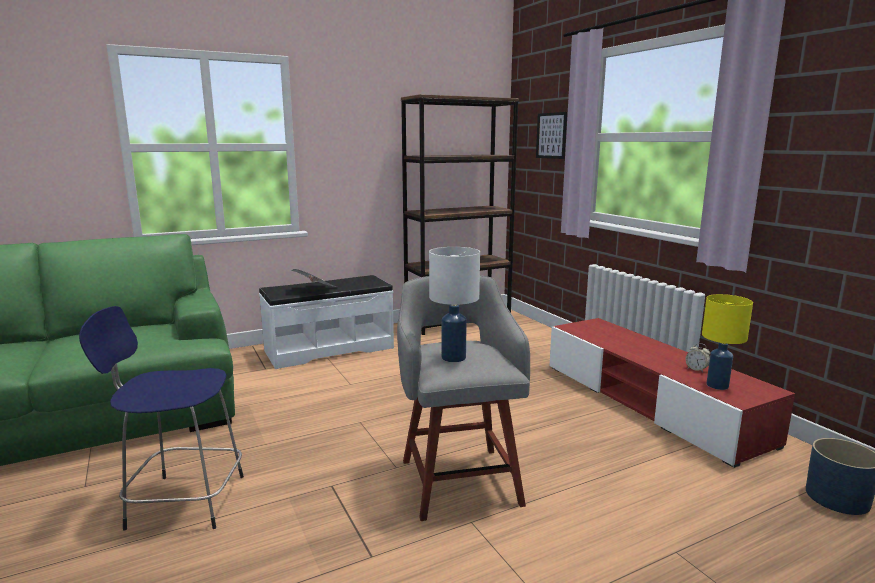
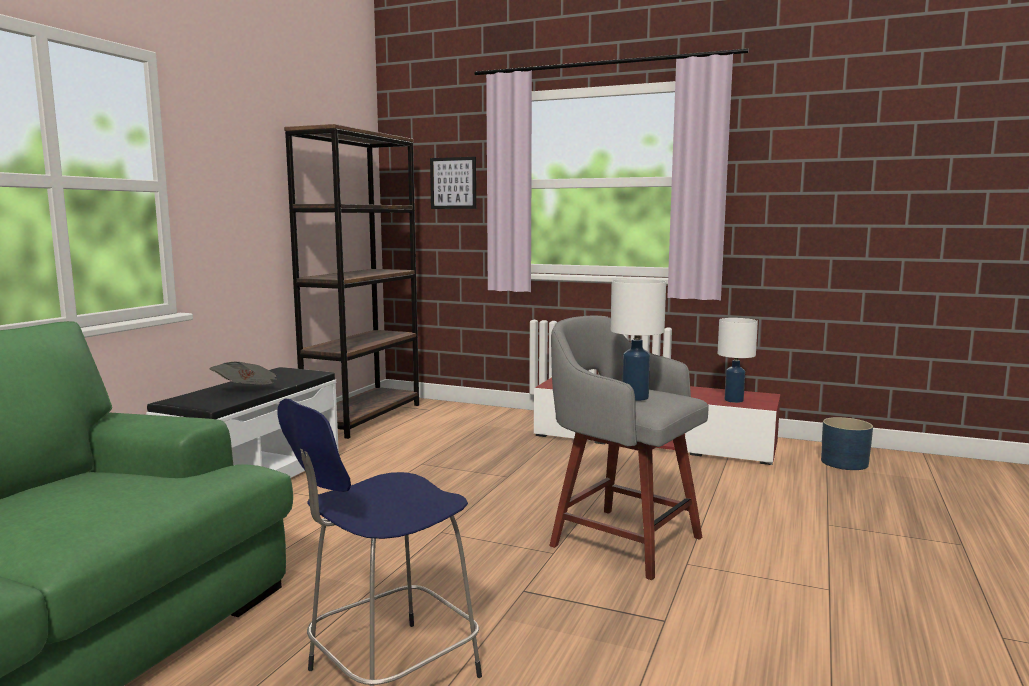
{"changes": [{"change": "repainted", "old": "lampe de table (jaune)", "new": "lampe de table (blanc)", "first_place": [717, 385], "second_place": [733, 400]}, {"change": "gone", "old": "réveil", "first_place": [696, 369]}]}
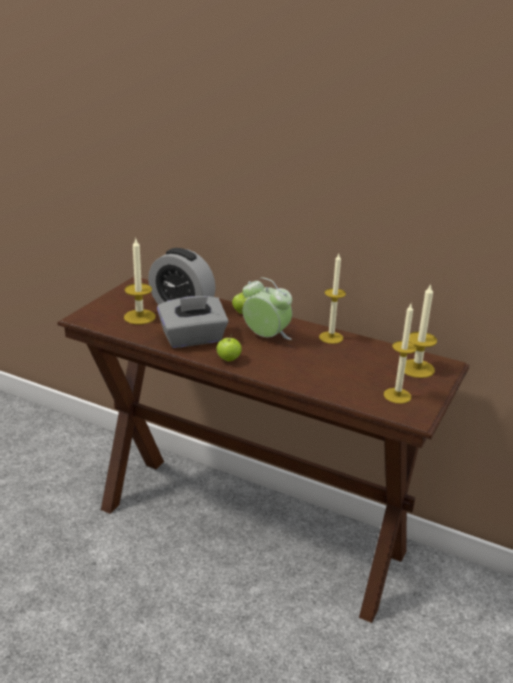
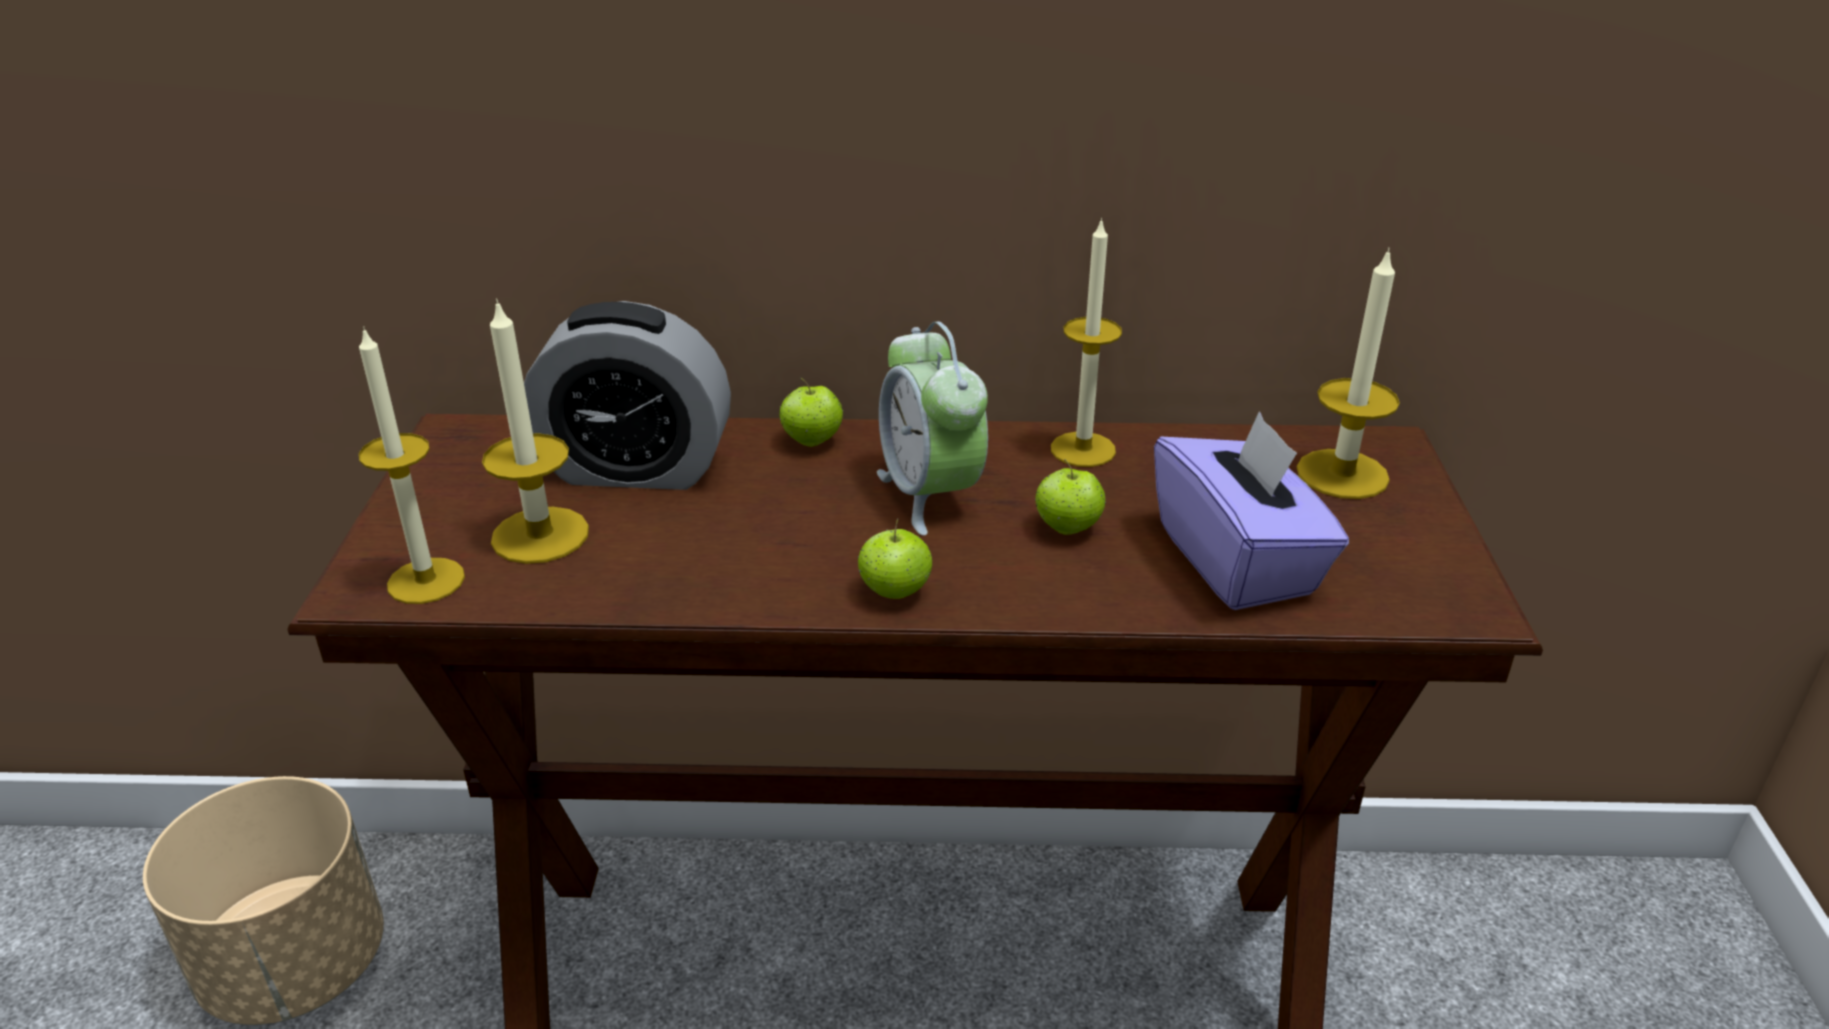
{"changes": [{"change": "new", "new": "cache-pot (beige)", "second_place": [293, 964]}, {"change": "shifted", "old": "bougie", "first_place": [397, 395], "second_place": [426, 581]}, {"change": "rotated", "old": "réveil", "first_place": [266, 337], "second_place": [931, 495], "degrees": -120}, {"change": "new", "new": "pomme", "second_place": [1068, 529]}, {"change": "new", "new": "boîte à mouchoirs (violet)", "second_place": [1238, 561]}, {"change": "gone", "old": "boîte à mouchoirs (gris)", "first_place": [193, 339]}]}
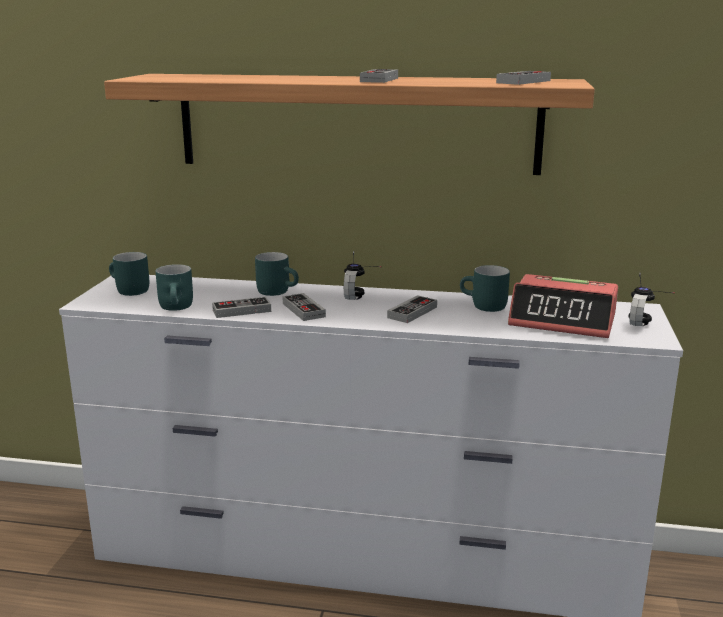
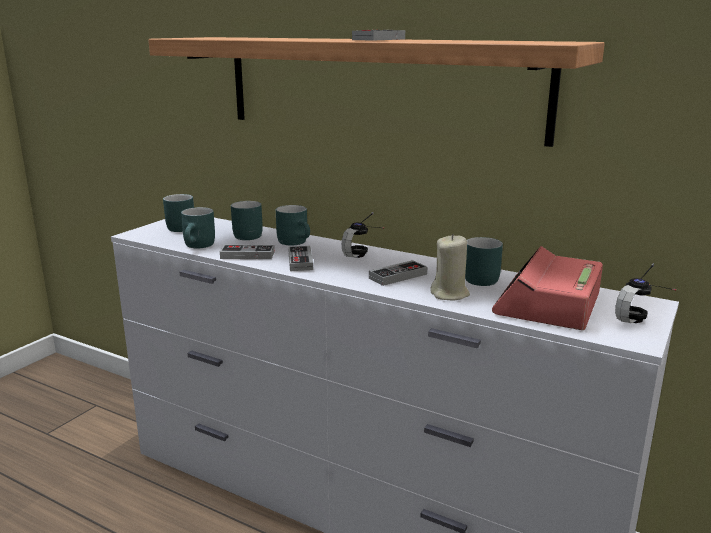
{"changes": [{"change": "new", "new": "mug (turquoise)", "second_place": [248, 235]}, {"change": "new", "new": "bougie (beige)", "second_place": [450, 294]}, {"change": "rotated", "old": "réveil", "first_place": [563, 320], "second_place": [547, 304], "degrees": 75}, {"change": "gone", "old": "manette", "first_place": [523, 82]}]}
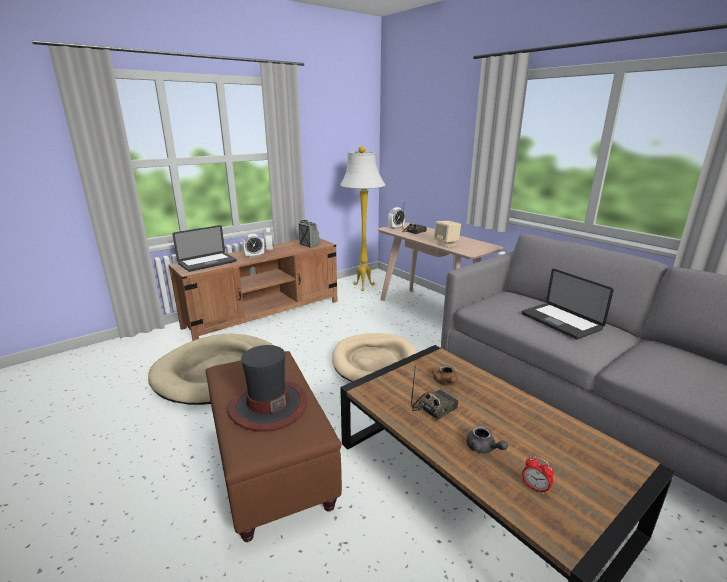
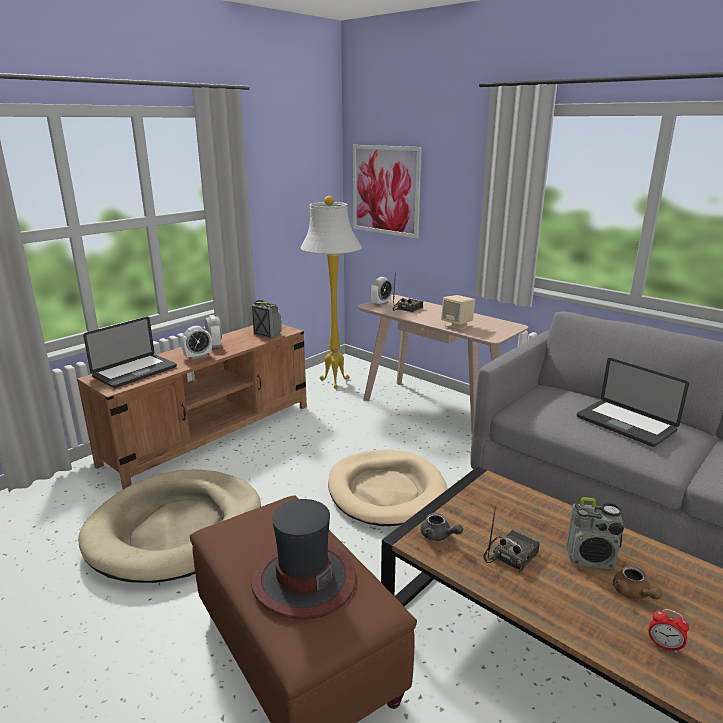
{"changes": [{"change": "new", "new": "tableau", "second_place": [385, 190]}, {"change": "shifted", "old": "théière (gris)", "first_place": [483, 448], "second_place": [439, 536]}, {"change": "new", "new": "radio", "second_place": [591, 558]}, {"change": "shifted", "old": "théière (marron)", "first_place": [446, 383], "second_place": [633, 593]}]}
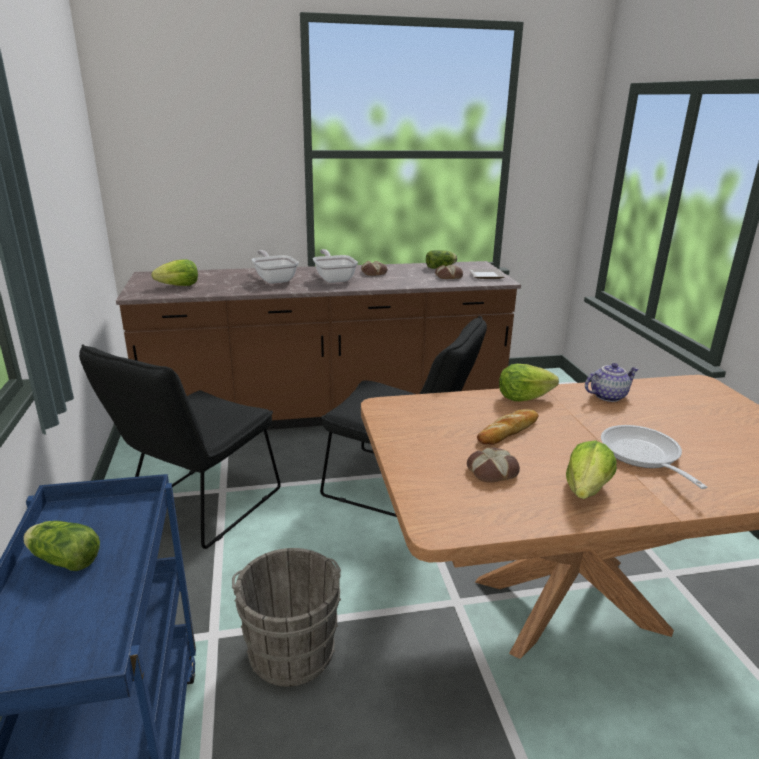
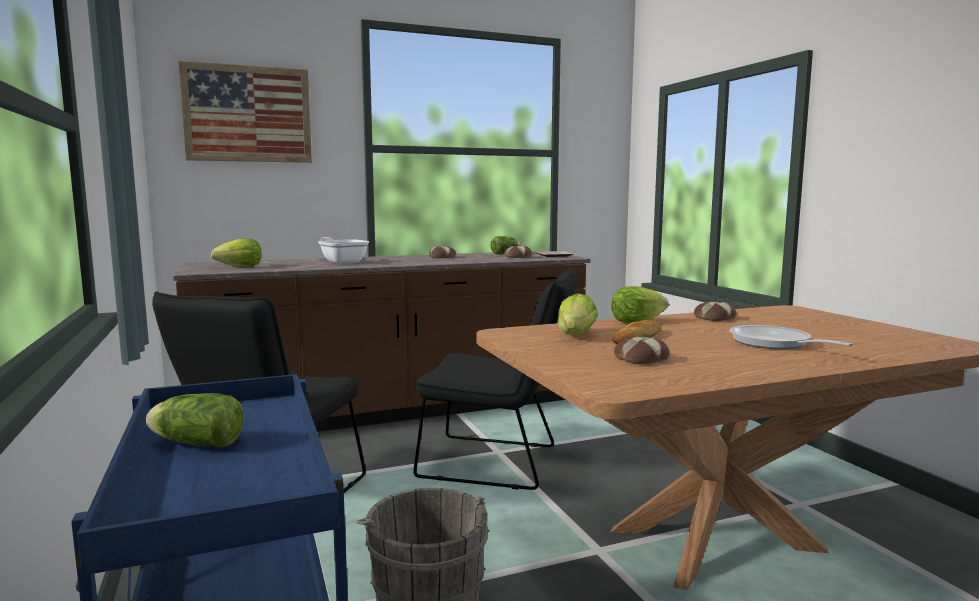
{"changes": [{"change": "new", "new": "tableau", "second_place": [248, 114]}, {"change": "shifted", "old": "laitue", "first_place": [586, 490], "second_place": [576, 335]}, {"change": "swapped", "old": "théière", "new": "pain", "first_place": [607, 396], "second_place": [714, 318]}, {"change": "gone", "old": "poêle", "first_place": [334, 278]}]}
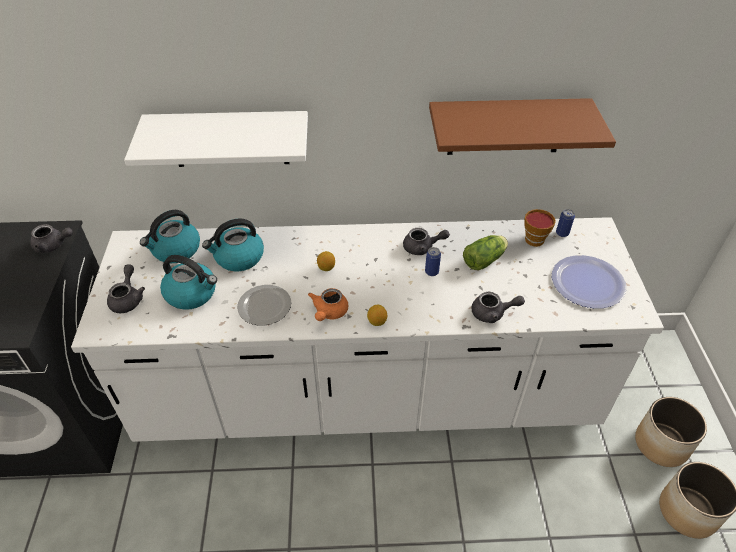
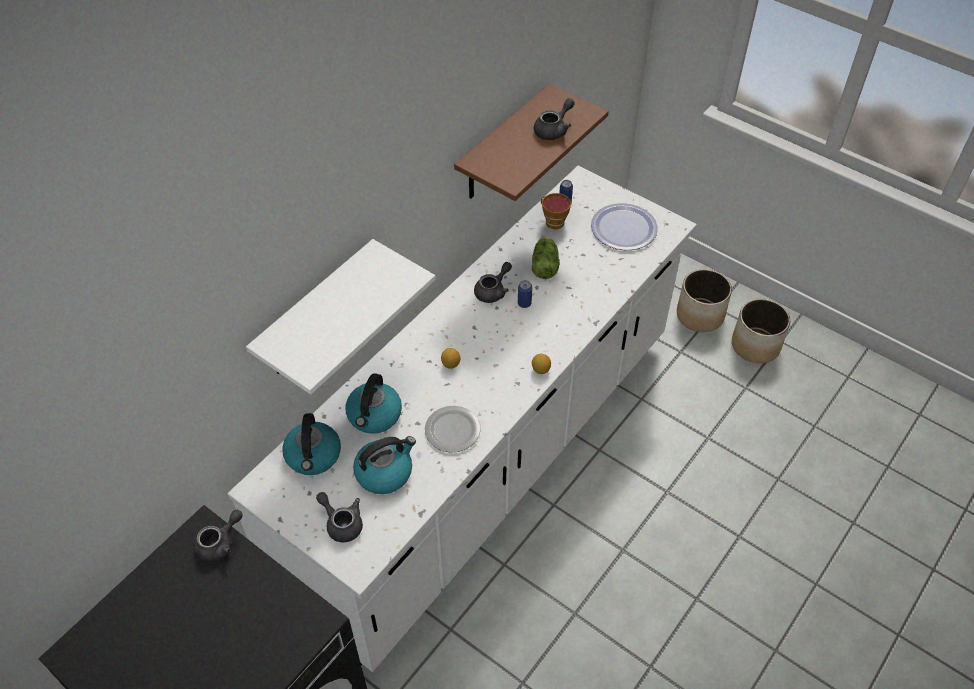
{"changes": [{"change": "shifted", "old": "théière (gris)", "first_place": [493, 313], "second_place": [554, 130]}, {"change": "gone", "old": "théière (orange)", "first_place": [329, 313]}]}
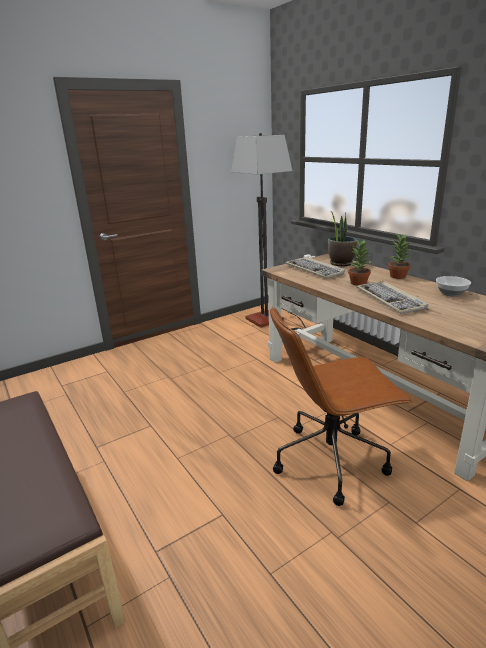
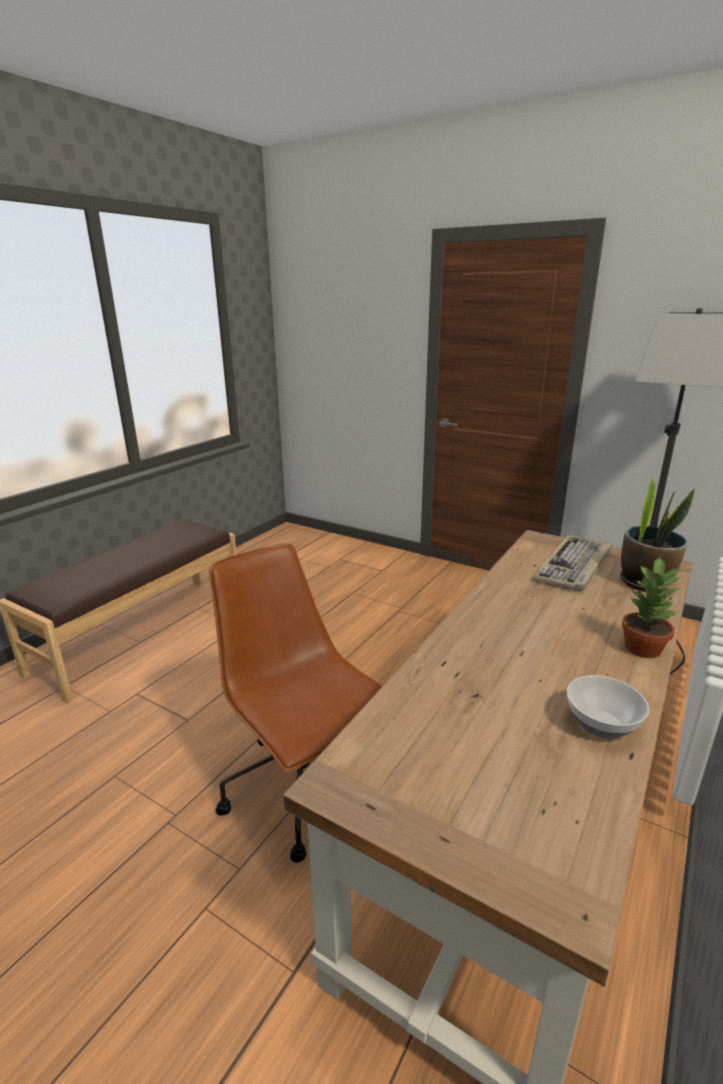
{"changes": [{"change": "gone", "old": "plante en pot", "first_place": [358, 283]}, {"change": "gone", "old": "clavier", "first_place": [390, 299]}]}
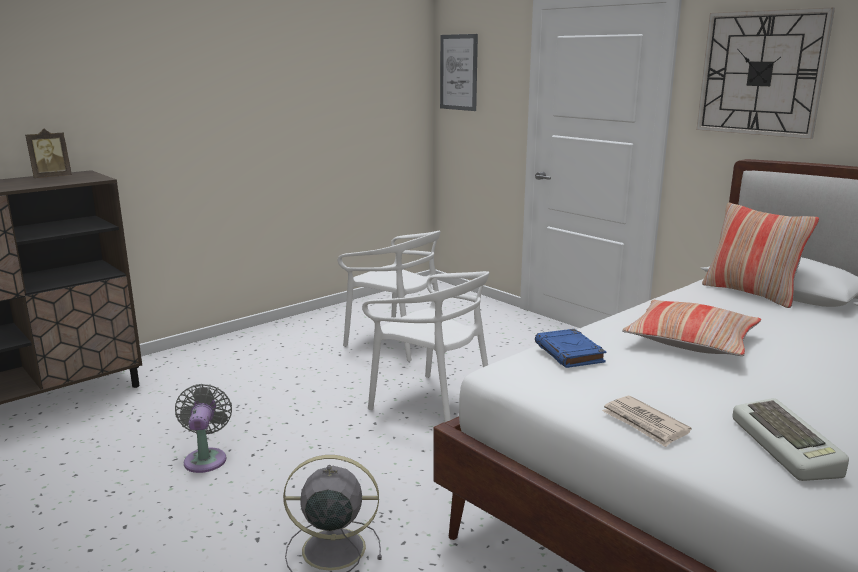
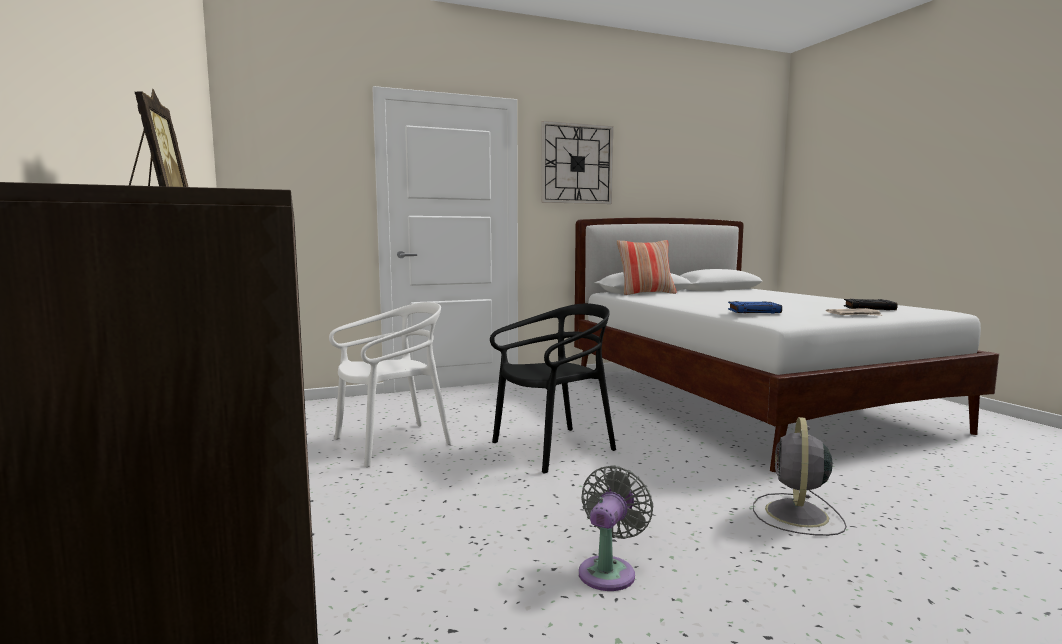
{"changes": [{"change": "repainted", "old": "chaise (blanc)", "new": "chaise (noir)", "first_place": [432, 404], "second_place": [554, 448]}, {"change": "rotated", "old": "ventilateur (gris)", "first_place": [206, 458], "second_place": [609, 571], "degrees": 105}, {"change": "swapped", "old": "clavier", "new": "livre (noir)", "first_place": [788, 447], "second_place": [869, 308]}, {"change": "gone", "old": "tableau", "first_place": [458, 72]}, {"change": "gone", "old": "coussin", "first_place": [691, 341]}]}
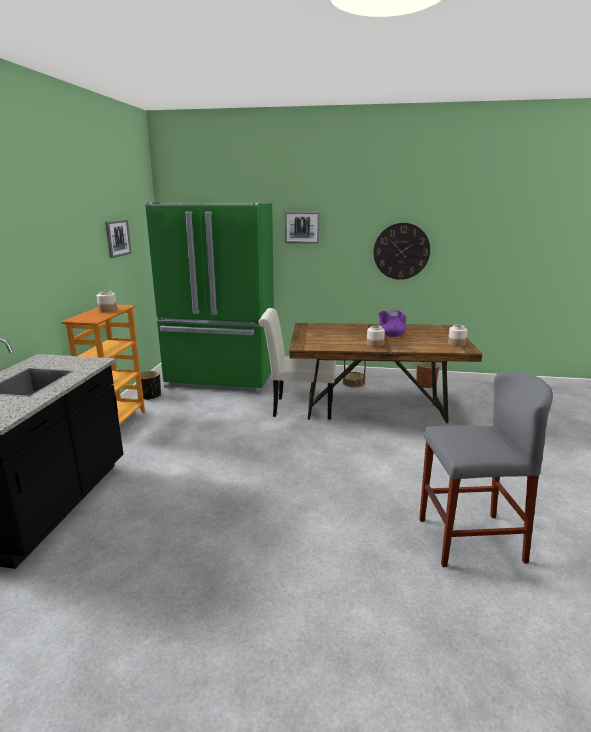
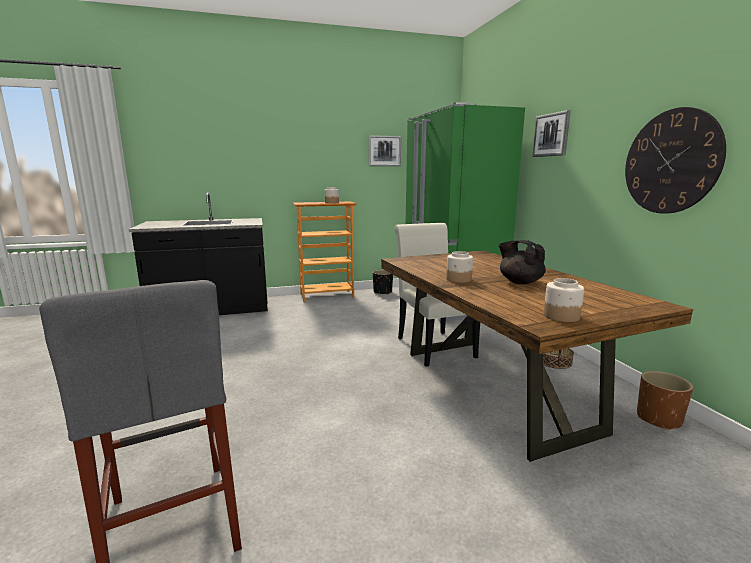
{"changes": [{"change": "repainted", "old": "théière (violet)", "new": "théière (noir)", "first_place": [391, 335], "second_place": [520, 282]}]}
